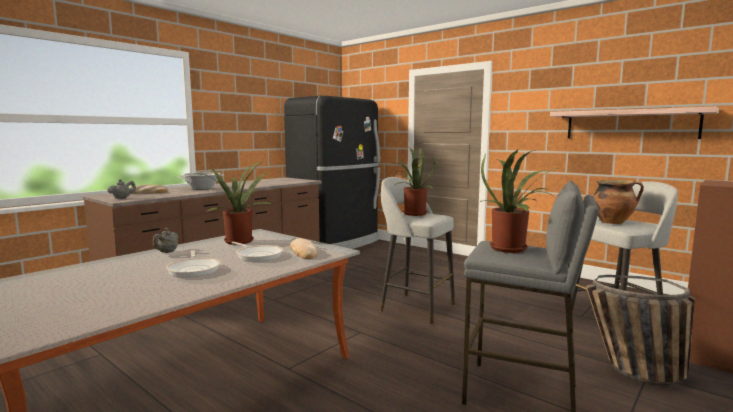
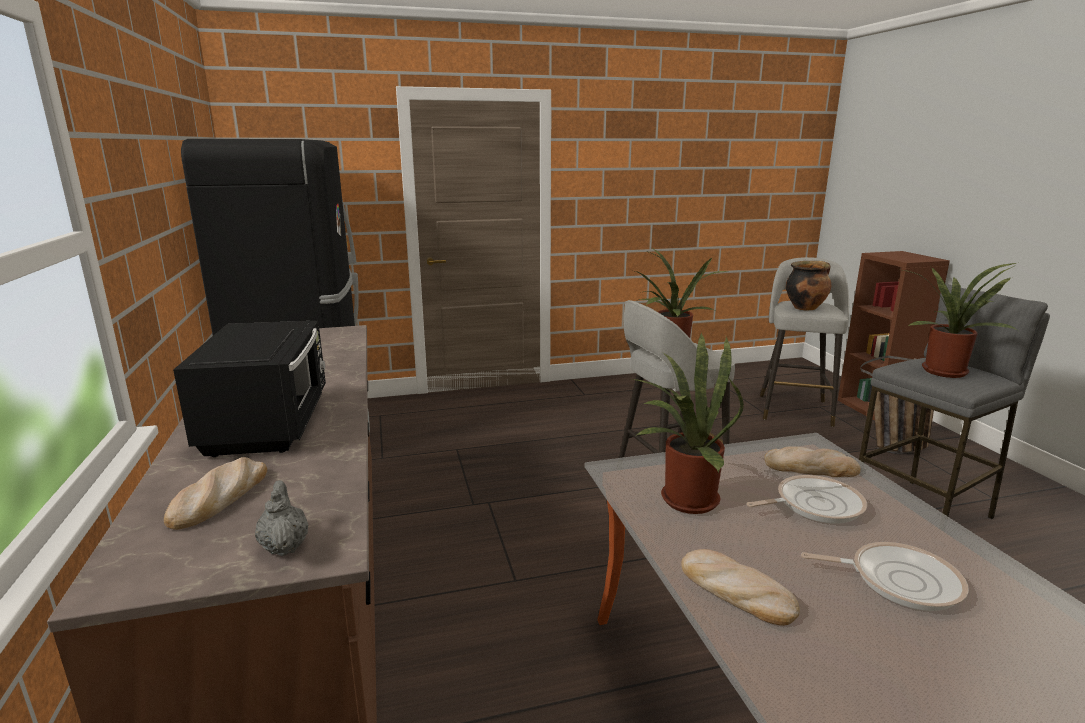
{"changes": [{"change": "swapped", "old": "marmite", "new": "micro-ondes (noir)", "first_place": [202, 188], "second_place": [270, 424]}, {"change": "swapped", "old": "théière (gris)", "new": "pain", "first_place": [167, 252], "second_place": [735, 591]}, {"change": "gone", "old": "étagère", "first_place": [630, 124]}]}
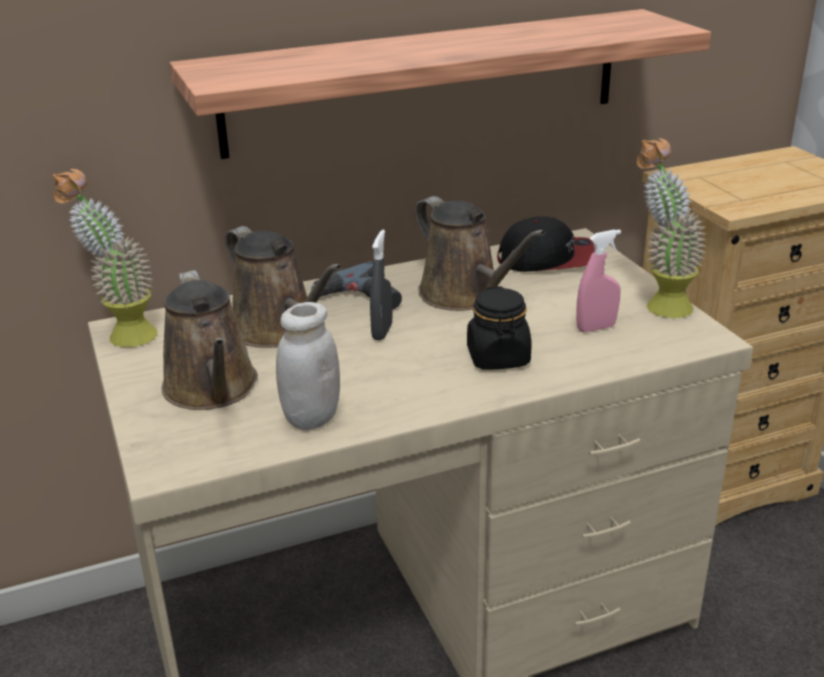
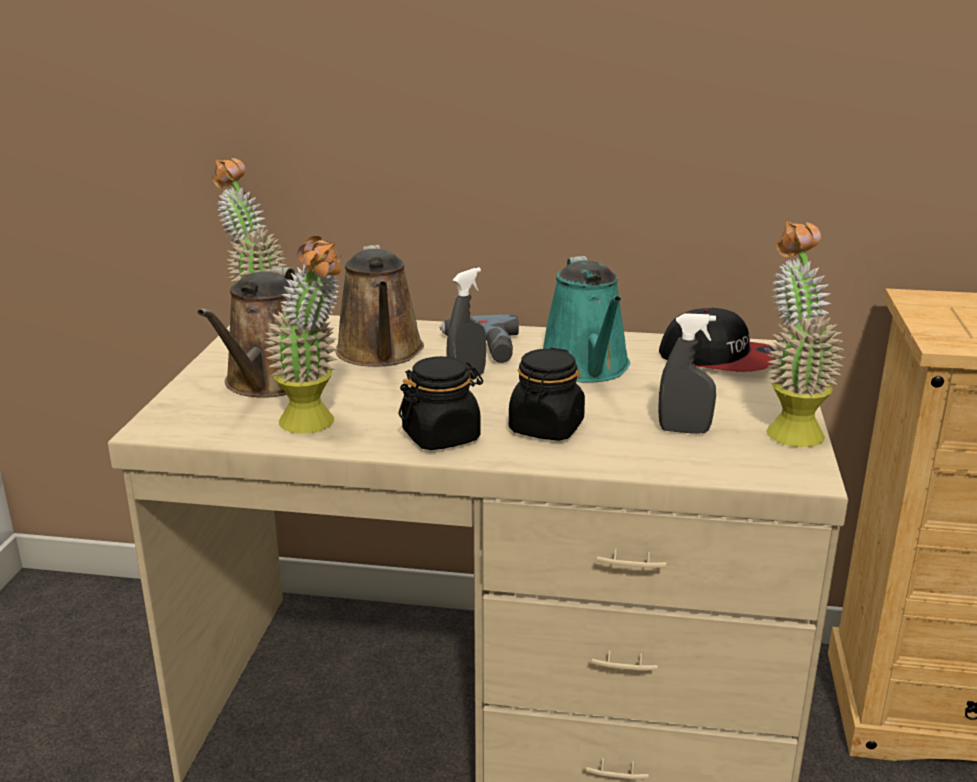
{"changes": [{"change": "swapped", "old": "bocal (blanc)", "new": "plante en pot", "first_place": [311, 417], "second_place": [315, 426]}, {"change": "new", "new": "bocal (noir)", "second_place": [441, 436]}, {"change": "repainted", "old": "arrosoir (marron)", "new": "arrosoir (turquoise)", "first_place": [465, 295], "second_place": [586, 368]}, {"change": "repainted", "old": "vaporisateur (rose)", "new": "vaporisateur (gris)", "first_place": [596, 328], "second_place": [684, 430]}, {"change": "gone", "old": "étagère", "first_place": [425, 81]}]}
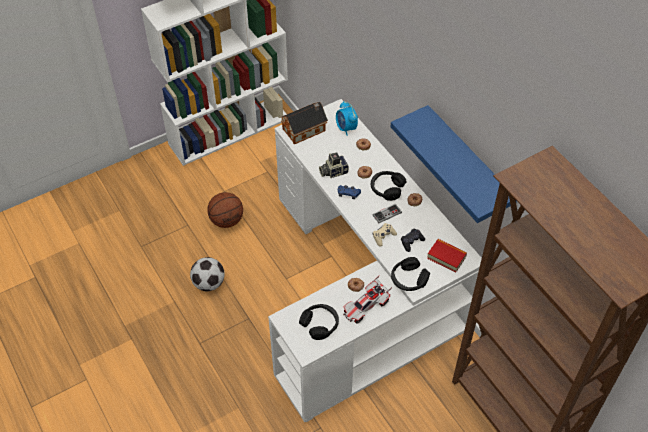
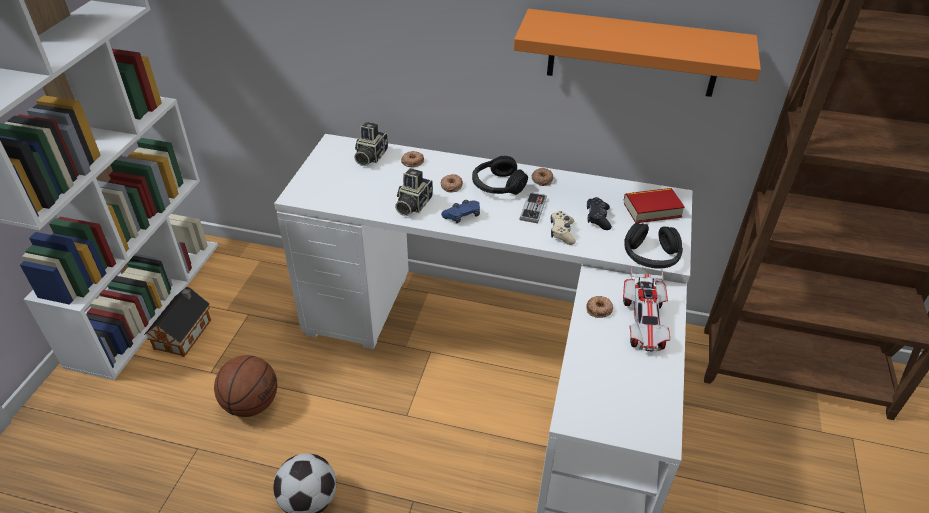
{"changes": [{"change": "shifted", "old": "maison miniature", "first_place": [305, 129], "second_place": [185, 332]}, {"change": "swapped", "old": "réveil", "new": "appareil photo", "first_place": [346, 128], "second_place": [370, 156]}, {"change": "repainted", "old": "étagère (bleu)", "new": "étagère (orange)", "first_place": [468, 164], "second_place": [633, 53]}, {"change": "gone", "old": "casque audio (noir)", "first_place": [320, 324]}]}
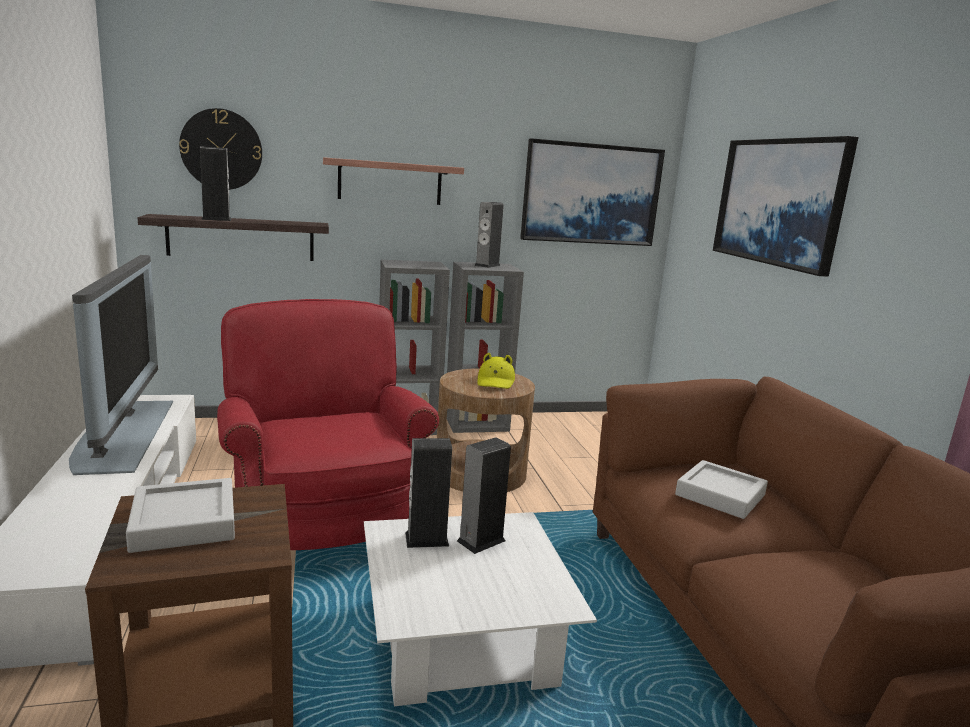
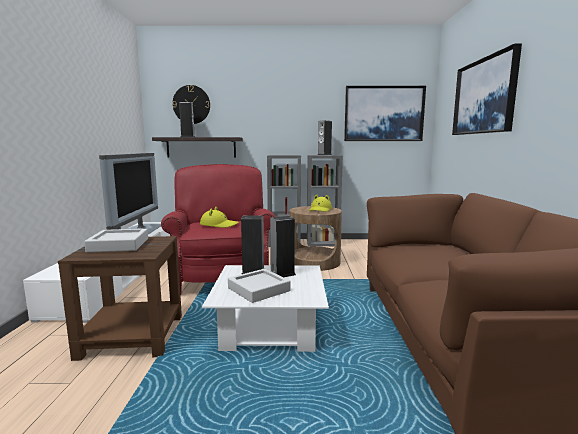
{"changes": [{"change": "new", "new": "chapeau (jaune)", "second_place": [219, 225]}, {"change": "shifted", "old": "plateau (gris)", "first_place": [720, 495], "second_place": [259, 289]}, {"change": "gone", "old": "étagère", "first_place": [390, 182]}]}
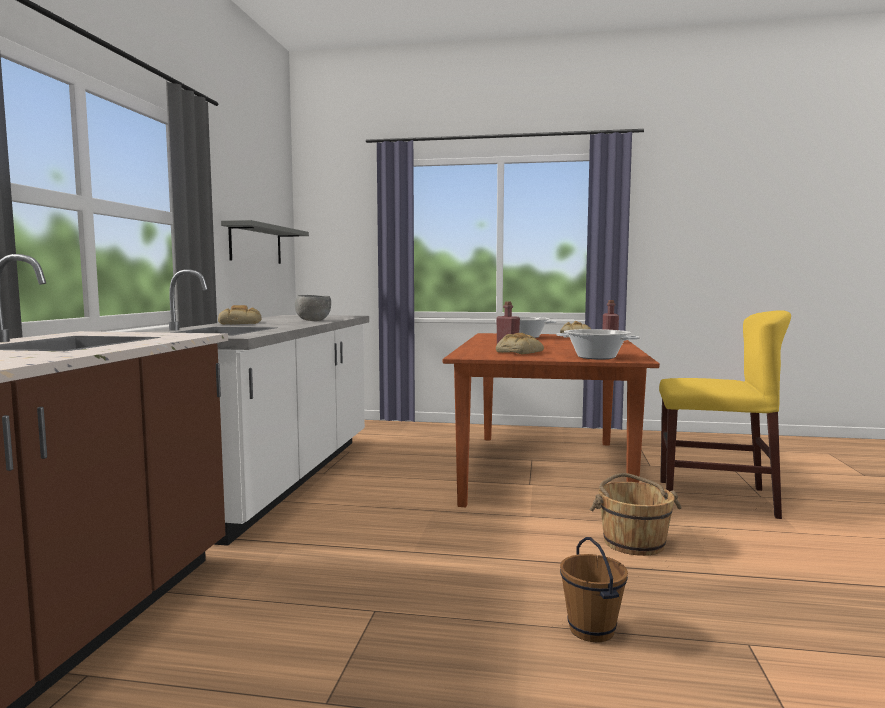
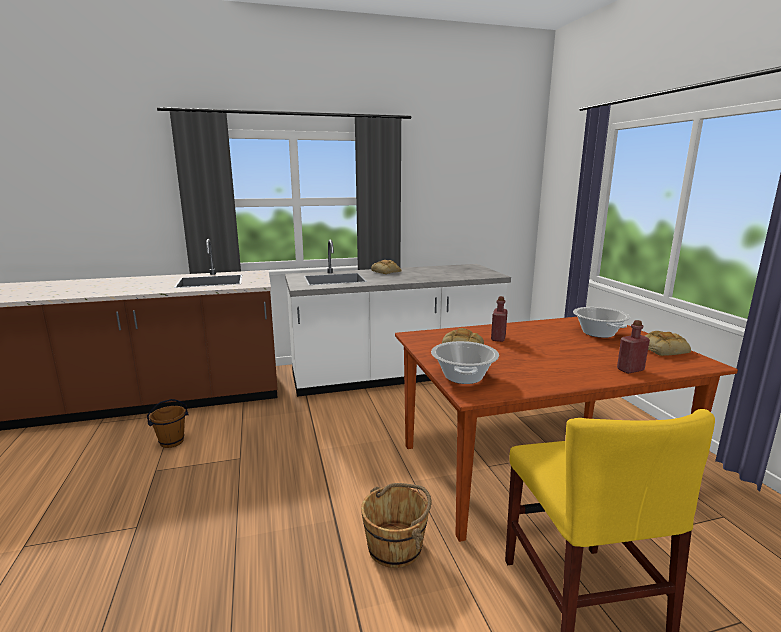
{"changes": [{"change": "shifted", "old": "seau (marron)", "first_place": [590, 630], "second_place": [171, 442]}, {"change": "gone", "old": "étagère (gris)", "first_place": [256, 244]}, {"change": "gone", "old": "bol (gris)", "first_place": [314, 321]}]}
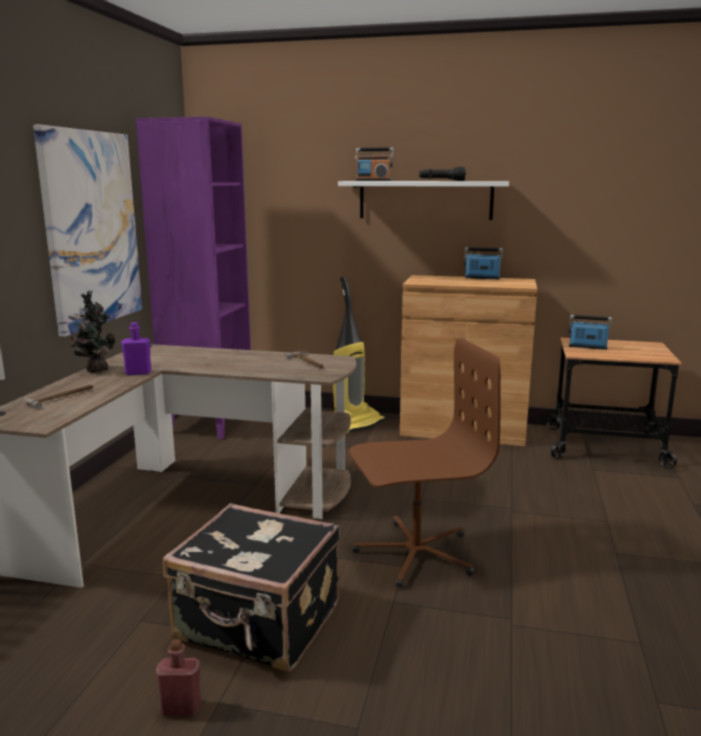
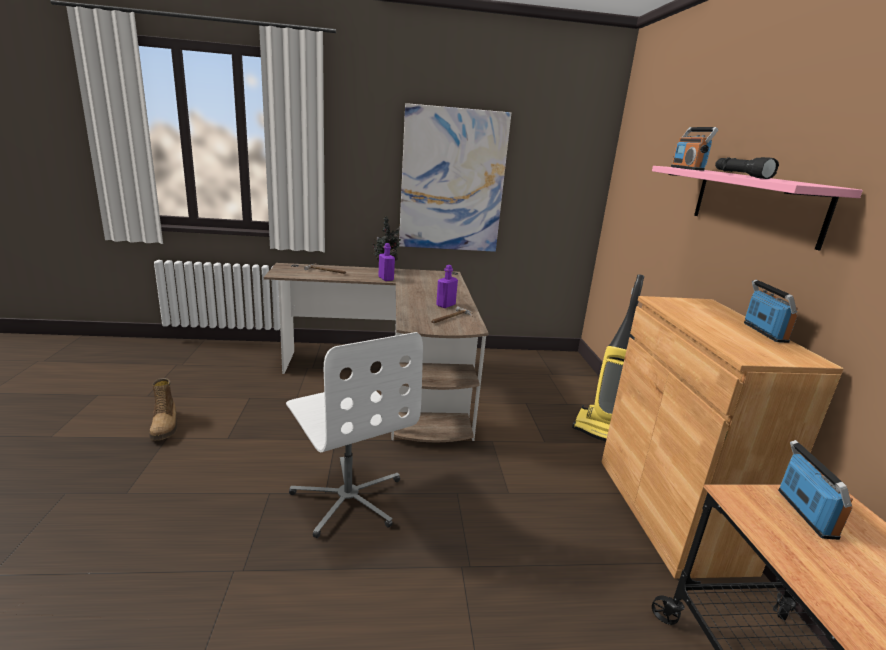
{"changes": [{"change": "swapped", "old": "bouteille (rouge)", "new": "botte", "first_place": [181, 708], "second_place": [165, 427]}, {"change": "repainted", "old": "chaise de bureau (marron)", "new": "chaise de bureau (blanc)", "first_place": [415, 553], "second_place": [348, 498]}, {"change": "new", "new": "bouteille (violet)", "second_place": [445, 305]}, {"change": "repainted", "old": "étagère (blanc)", "new": "étagère (rose)", "first_place": [425, 200], "second_place": [754, 204]}, {"change": "gone", "old": "bibliothèque (violet)", "first_place": [209, 423]}, {"change": "gone", "old": "valise (noir)", "first_place": [258, 624]}]}
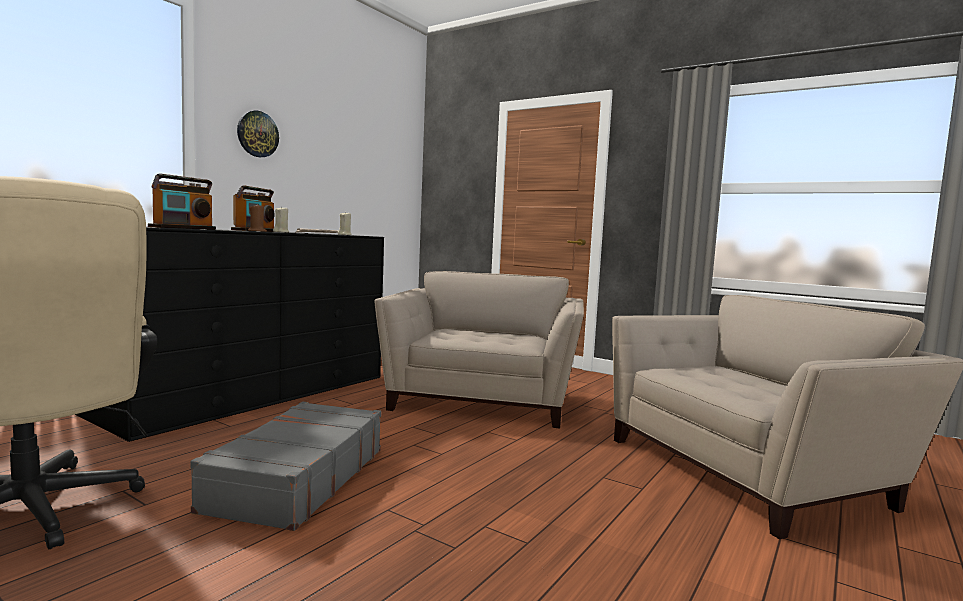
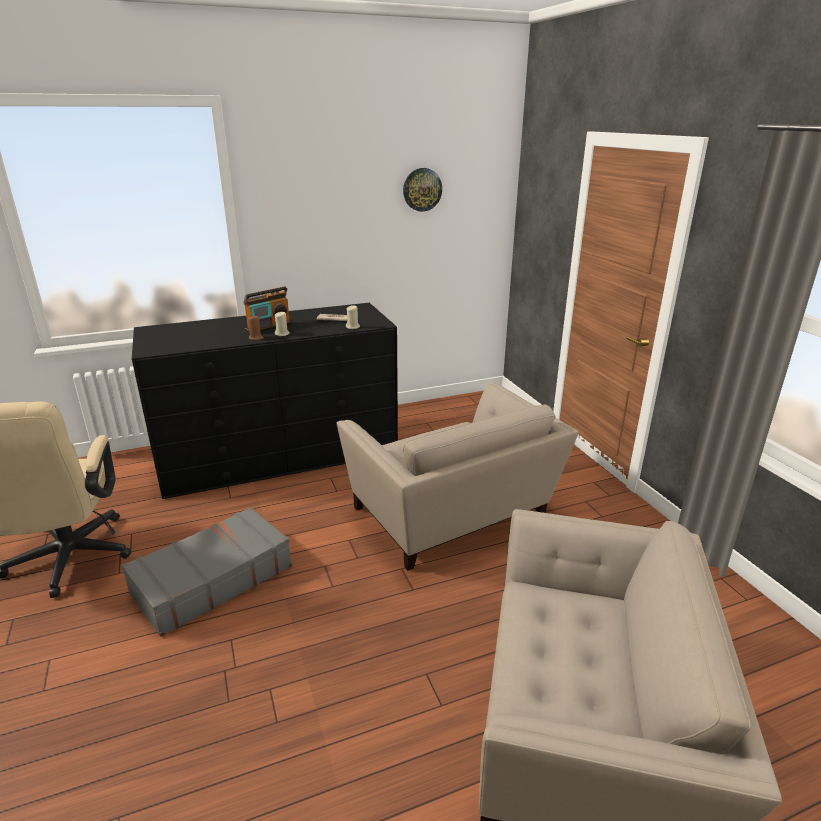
{"changes": [{"change": "rotated", "old": "fauteuil (beige)", "first_place": [483, 400], "second_place": [451, 516], "degrees": 105}, {"change": "shifted", "old": "horloge murale", "first_place": [257, 134], "second_place": [422, 189]}, {"change": "gone", "old": "radio", "first_place": [183, 228]}]}
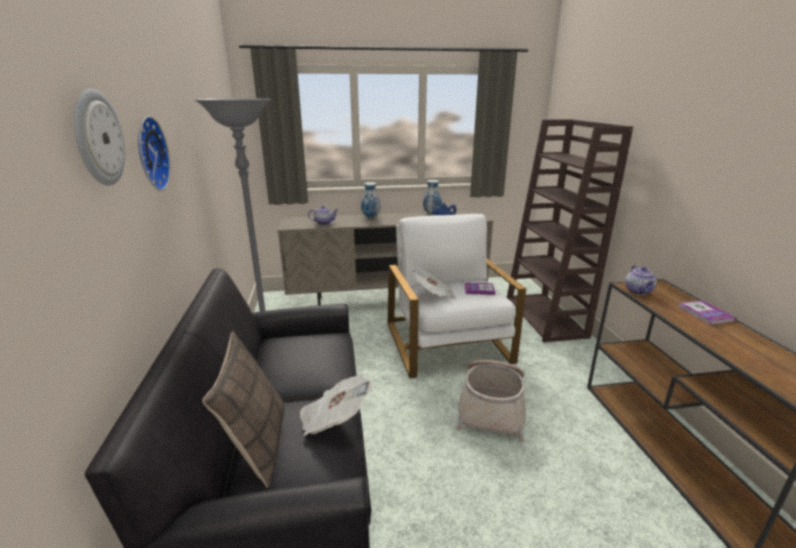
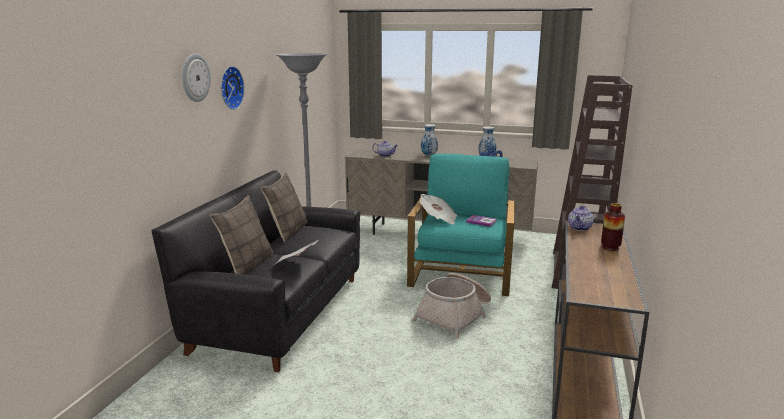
{"changes": [{"change": "new", "new": "coussin", "second_place": [287, 231]}, {"change": "repainted", "old": "fauteuil (blanc)", "new": "fauteuil (turquoise)", "first_place": [448, 342], "second_place": [462, 272]}, {"change": "swapped", "old": "livre", "new": "vase", "first_place": [705, 313], "second_place": [610, 247]}]}
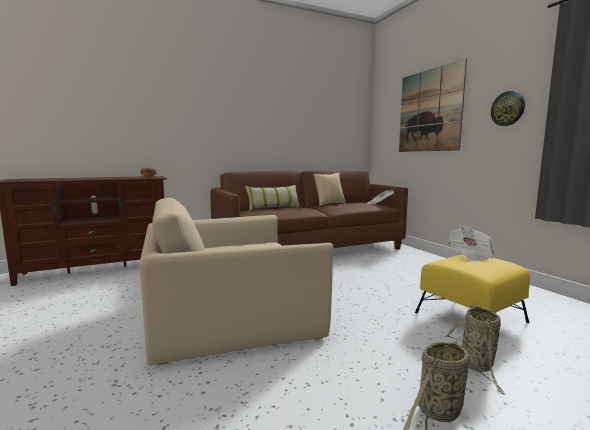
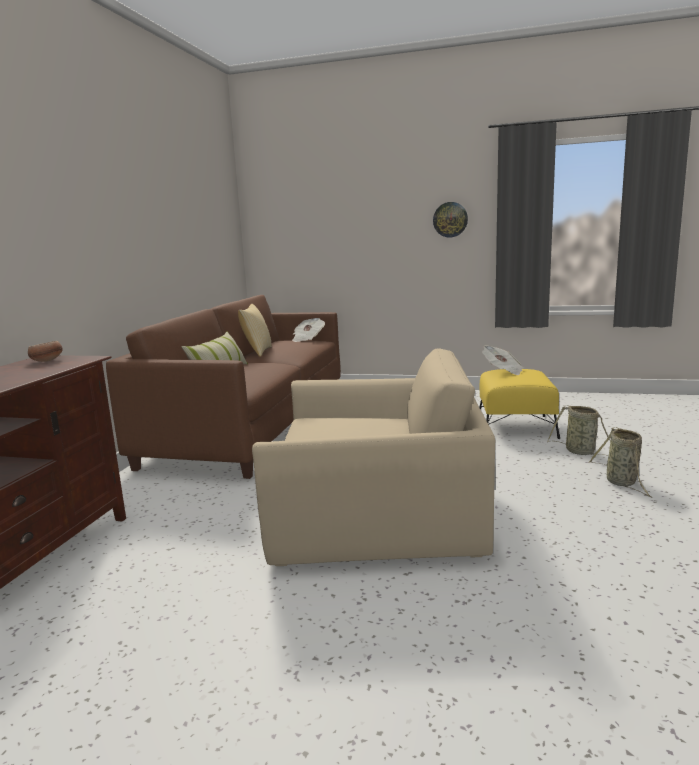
{"changes": [{"change": "rotated", "old": "fauteuil (beige)", "first_place": [231, 314], "second_place": [377, 511], "degrees": -105}, {"change": "gone", "old": "tableau", "first_place": [429, 111]}]}
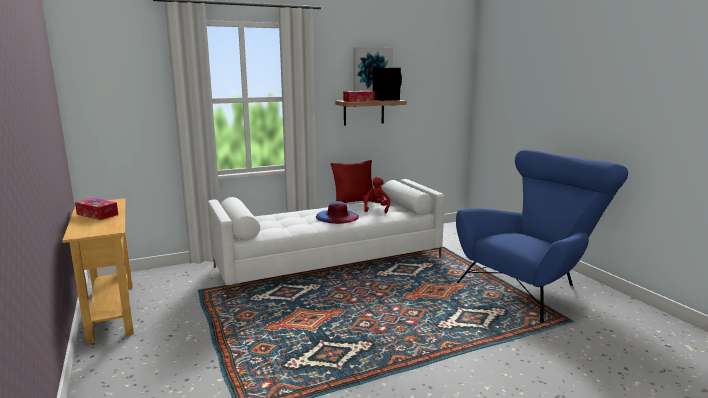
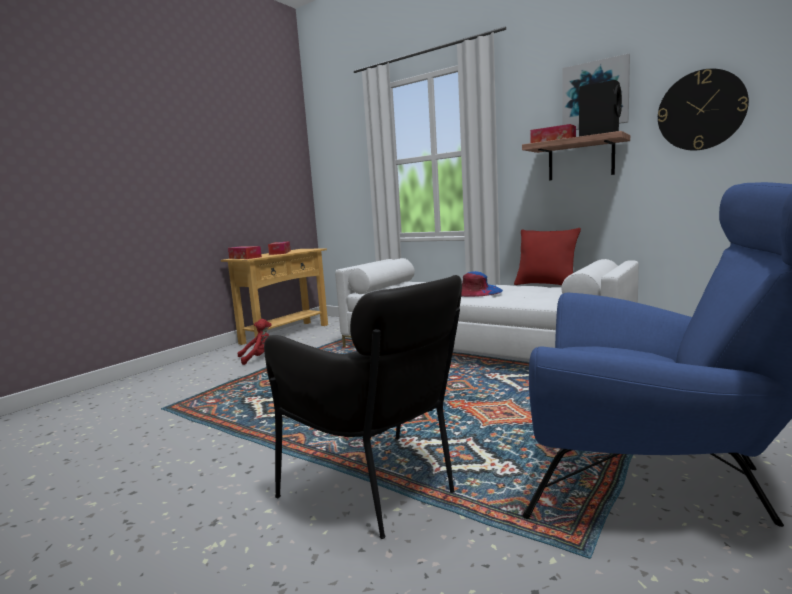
{"changes": [{"change": "new", "new": "boîte à mouchoirs", "second_place": [245, 257]}, {"change": "shifted", "old": "peluche (rouge)", "first_place": [376, 209], "second_place": [259, 358]}, {"change": "new", "new": "fauteuil (noir)", "second_place": [382, 490]}, {"change": "new", "new": "horloge murale", "second_place": [701, 110]}]}
